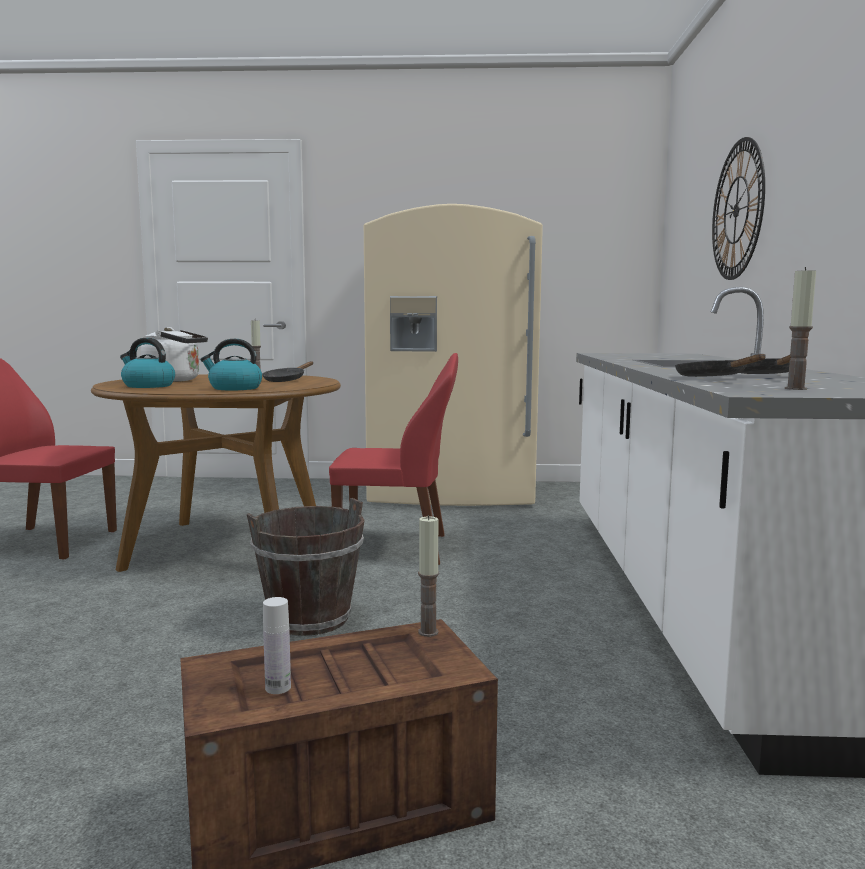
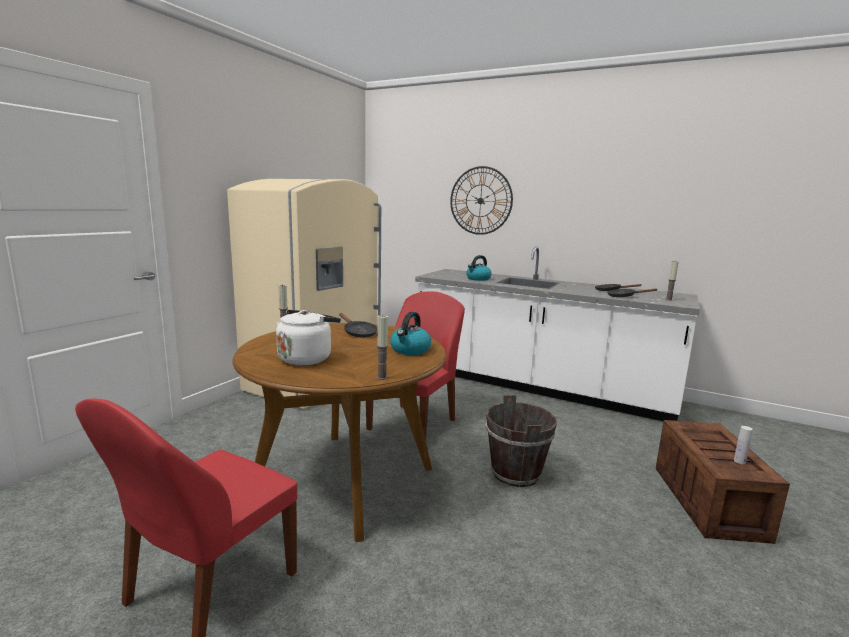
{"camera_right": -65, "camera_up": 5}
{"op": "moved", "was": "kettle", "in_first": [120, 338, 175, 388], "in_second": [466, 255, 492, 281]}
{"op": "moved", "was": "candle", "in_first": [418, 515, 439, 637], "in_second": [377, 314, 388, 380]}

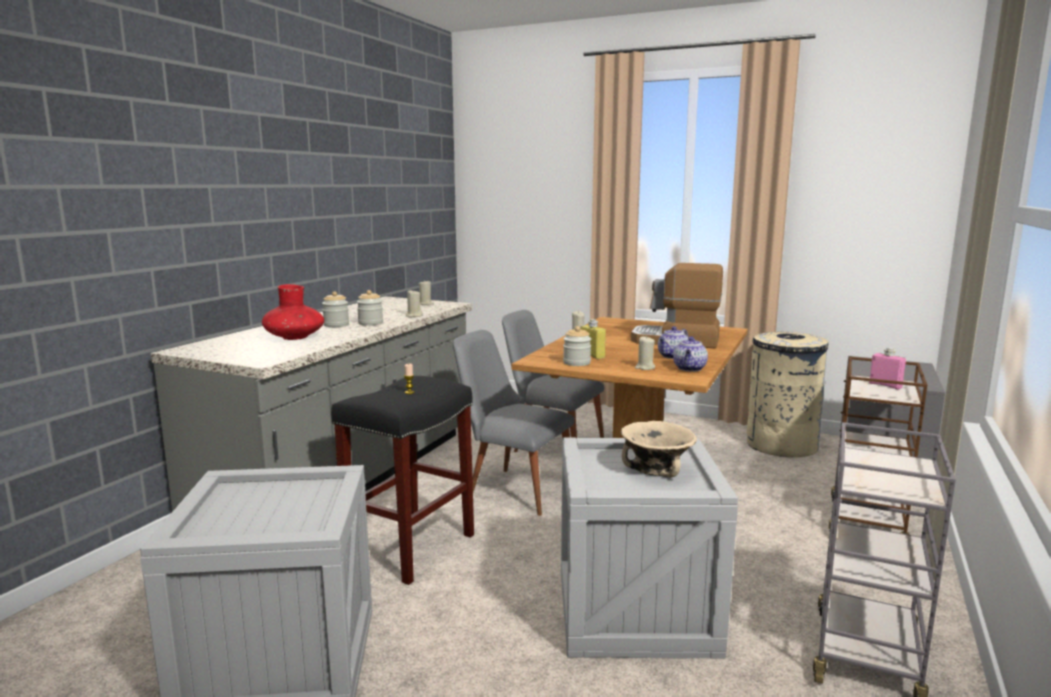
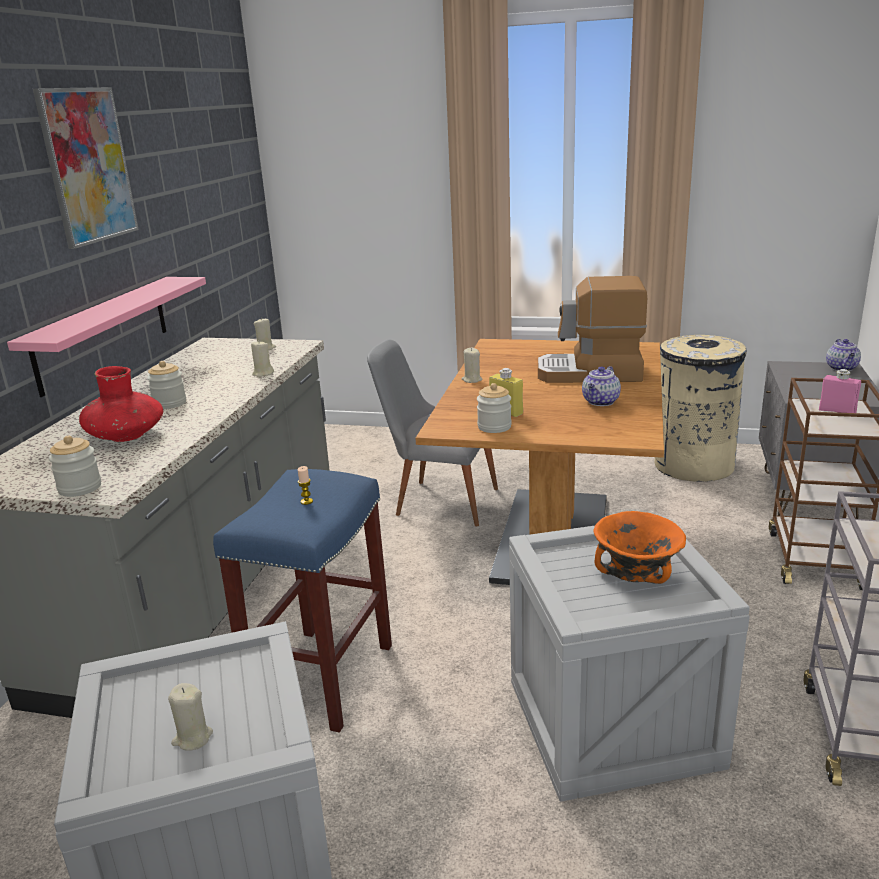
{"camera_right": -10, "camera_up": 10}
{"op": "recoloured", "was": "black stool", "now": "blue stool", "in_first": [331, 376, 474, 585], "in_second": [213, 469, 392, 733]}
{"op": "moved", "was": "jar", "in_first": [357, 290, 383, 326], "in_second": [49, 436, 101, 497]}
{"op": "removed", "was": "grey chair", "in_first": [453, 330, 575, 516]}
{"op": "recoloured", "was": "beige bowl", "now": "orange bowl", "in_first": [621, 421, 697, 478], "in_second": [593, 511, 686, 584]}
{"op": "moved", "was": "beige candle", "in_first": [635, 336, 655, 370], "in_second": [168, 683, 213, 751]}
{"op": "moved", "was": "teapot", "in_first": [673, 337, 708, 372], "in_second": [826, 339, 861, 371]}
{"op": "added", "now": "pink shelf", "in_second": [7, 277, 206, 397]}
{"op": "added", "now": "picture", "in_second": [33, 87, 139, 249]}

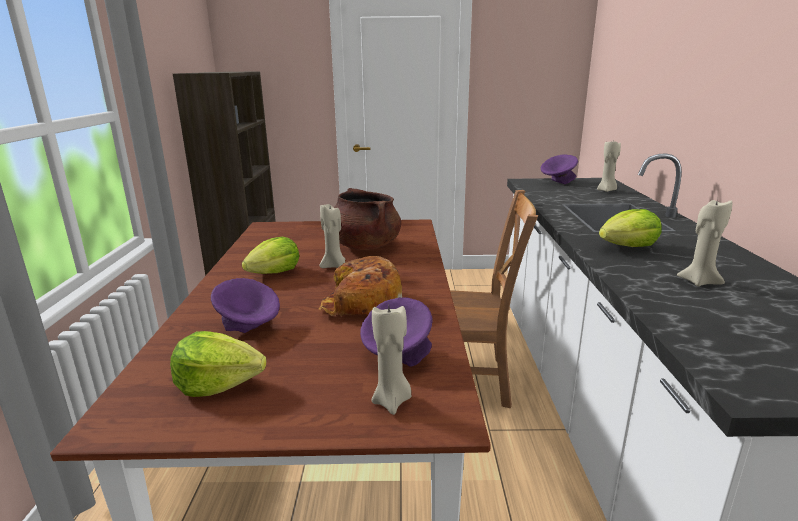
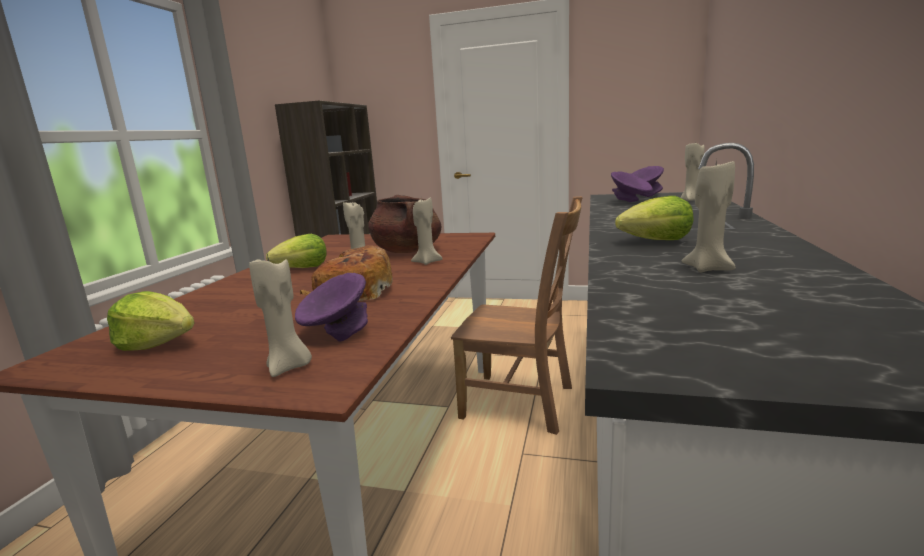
{"camera_right": 15, "camera_up": -5}
{"op": "moved", "was": "purple bowl", "in_first": [211, 278, 280, 333], "in_second": [611, 171, 653, 202]}
{"op": "added", "now": "beige candle", "in_second": [411, 197, 443, 265]}

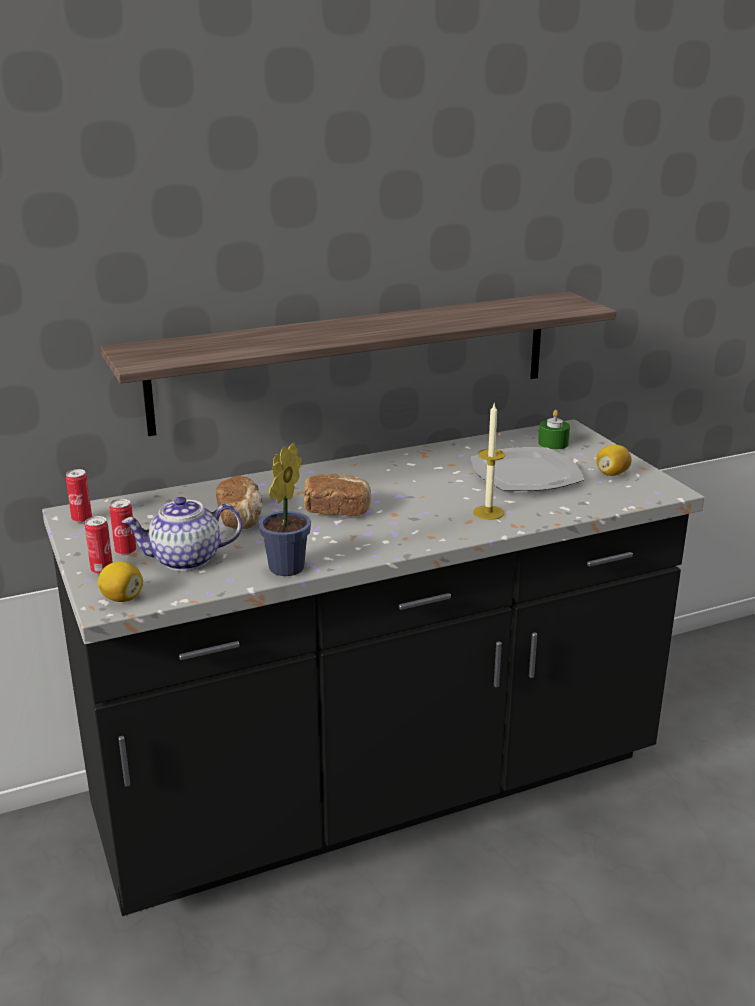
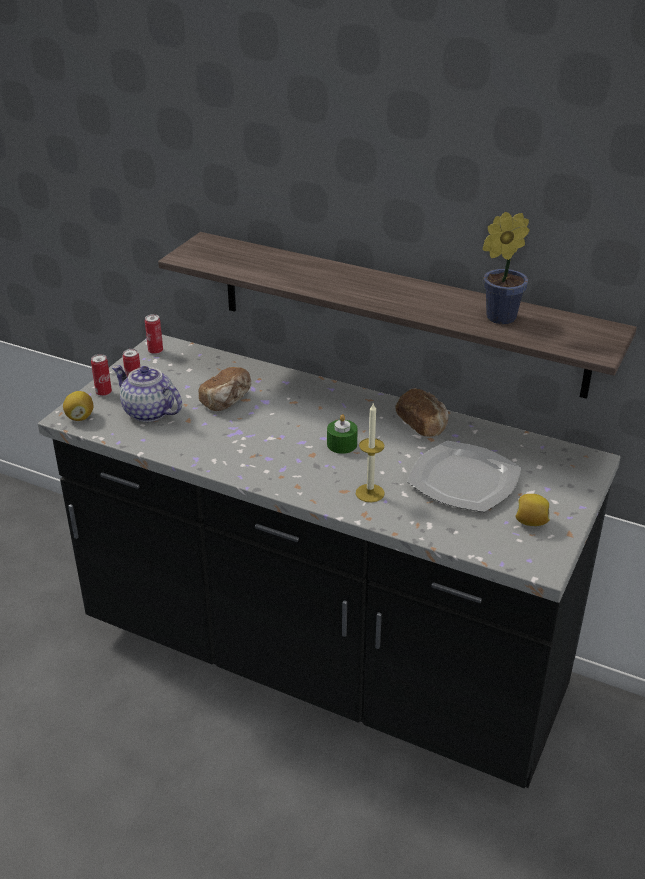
{"camera_right": 50, "camera_up": 10}
{"op": "moved", "was": "potted plant", "in_first": [258, 443, 311, 576], "in_second": [483, 212, 530, 324]}
{"op": "moved", "was": "bread", "in_first": [304, 473, 371, 516], "in_second": [395, 389, 449, 437]}
{"op": "moved", "was": "green candle", "in_first": [538, 410, 570, 450], "in_second": [327, 414, 358, 454]}

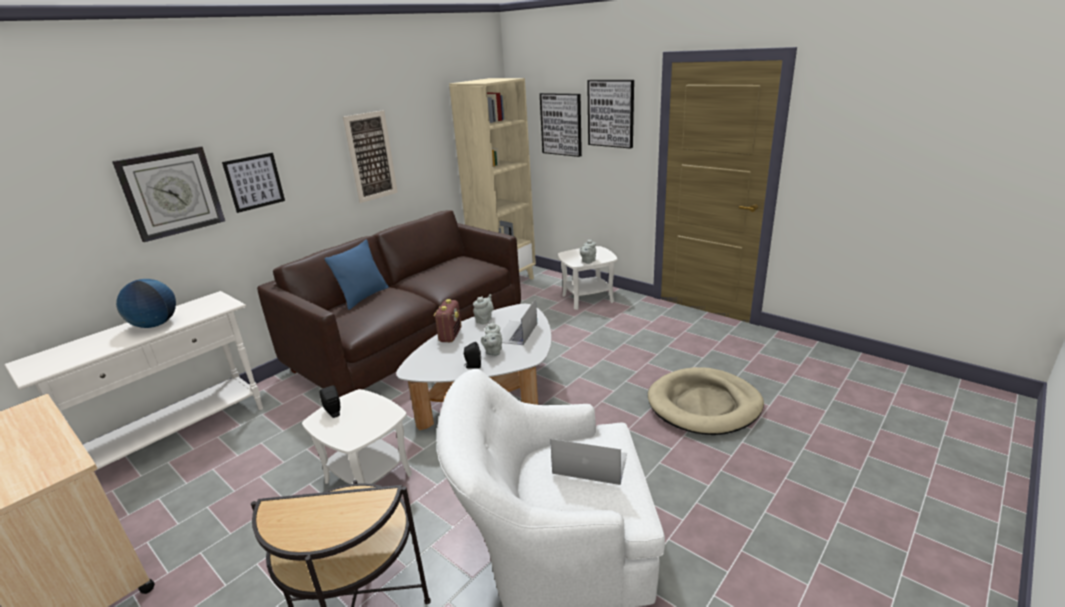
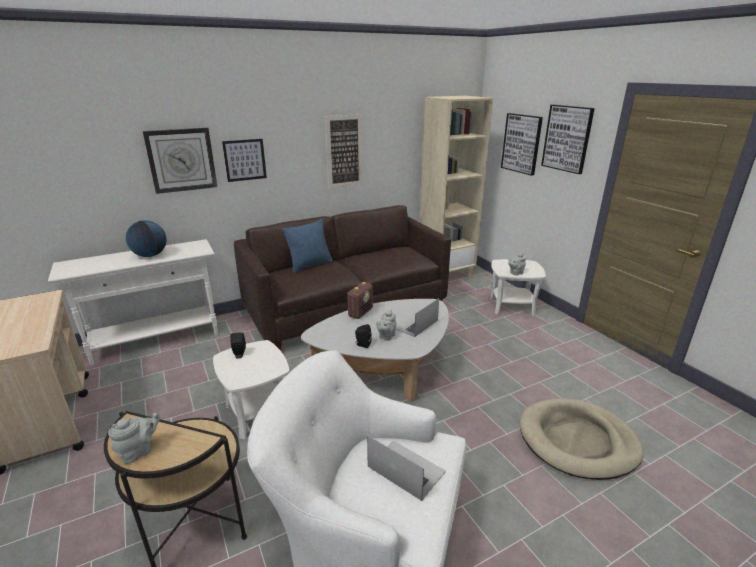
{"camera_right": 20, "camera_up": 0}
{"op": "moved", "was": "grey teapot", "in_first": [473, 294, 494, 324], "in_second": [108, 413, 160, 464]}

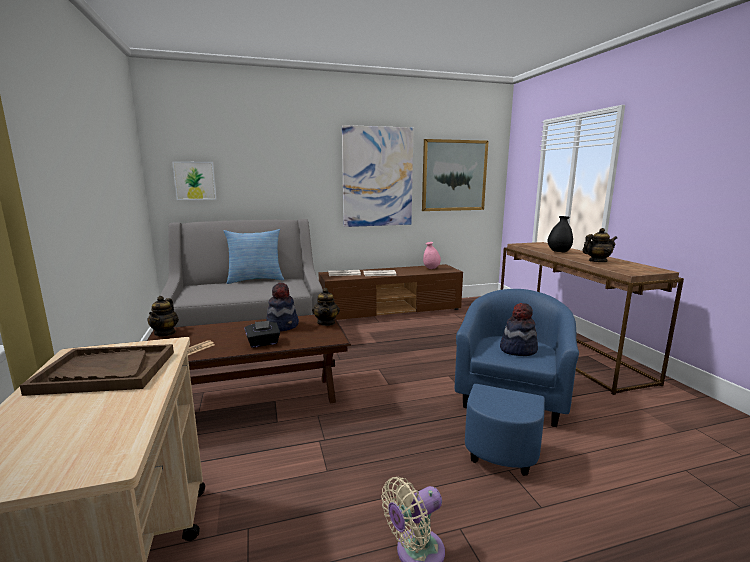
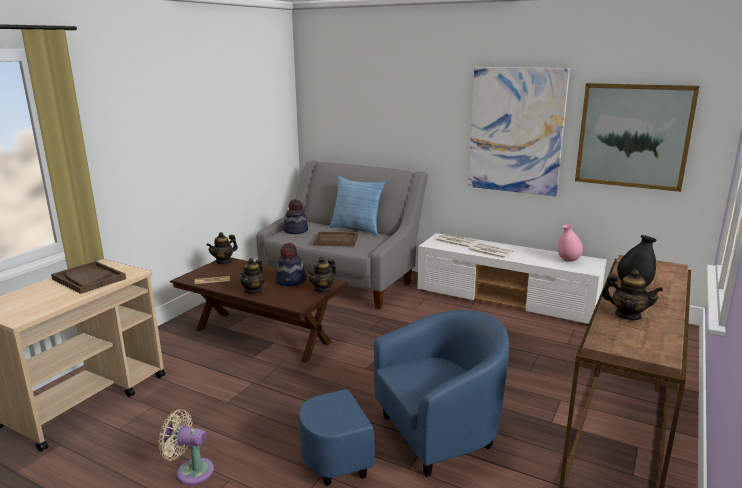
{"camera_right": 45, "camera_up": 5}
{"op": "removed", "was": "picture", "in_first": [172, 161, 217, 200]}
{"op": "replaced", "was": "black tissue box", "now": "teapot", "in_first": [244, 321, 280, 348], "in_second": [240, 258, 265, 294]}
{"op": "recoloured", "was": "brown tv stand", "now": "white tv stand", "in_first": [318, 264, 463, 320], "in_second": [417, 233, 607, 325]}
{"op": "moved", "was": "hat", "in_first": [500, 303, 538, 356], "in_second": [283, 199, 308, 234]}
{"op": "added", "now": "brown tray", "in_second": [313, 232, 358, 247]}

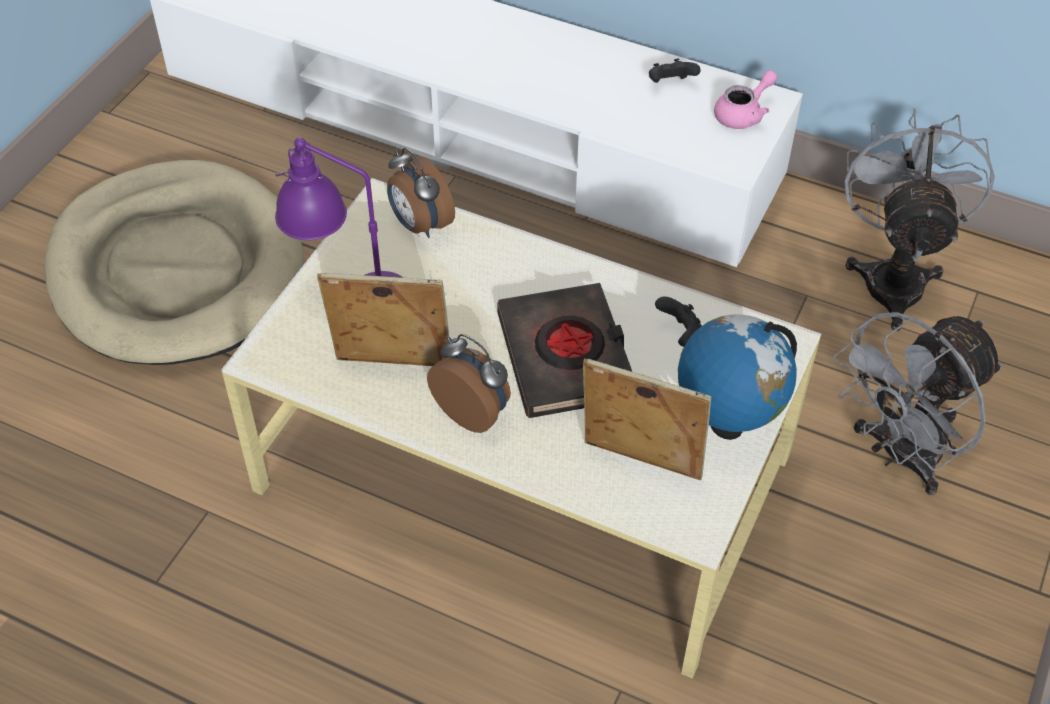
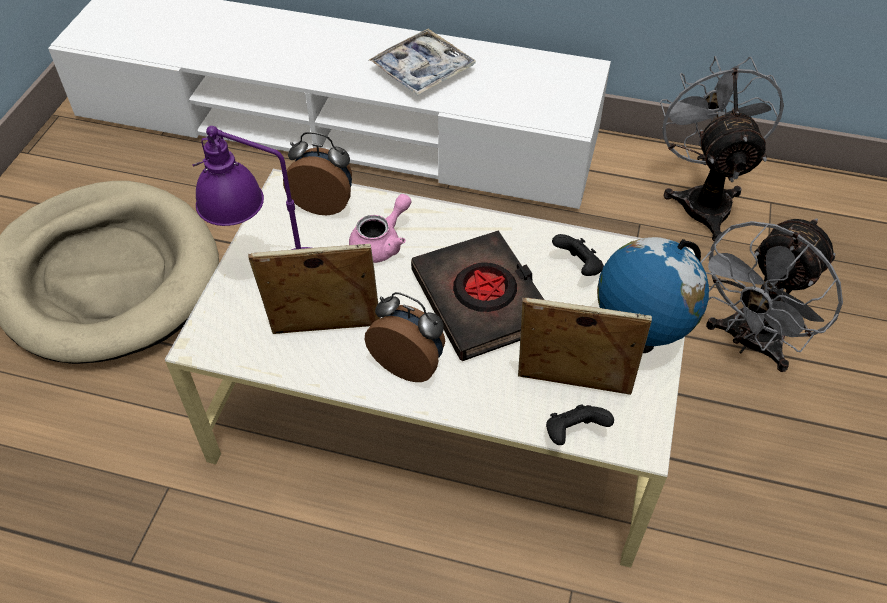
{"camera_right": -10, "camera_up": 0}
{"op": "turned", "was": "alarm clock", "in_first": [387, 148, 455, 238], "in_second": [283, 132, 352, 215], "clockwise": 150}
{"op": "moved", "was": "black game controller", "in_first": [649, 59, 700, 83], "in_second": [546, 405, 614, 445]}
{"op": "moved", "was": "pink teapot", "in_first": [714, 70, 778, 129], "in_second": [349, 194, 412, 263]}
{"op": "added", "now": "tray", "in_second": [369, 29, 476, 96]}

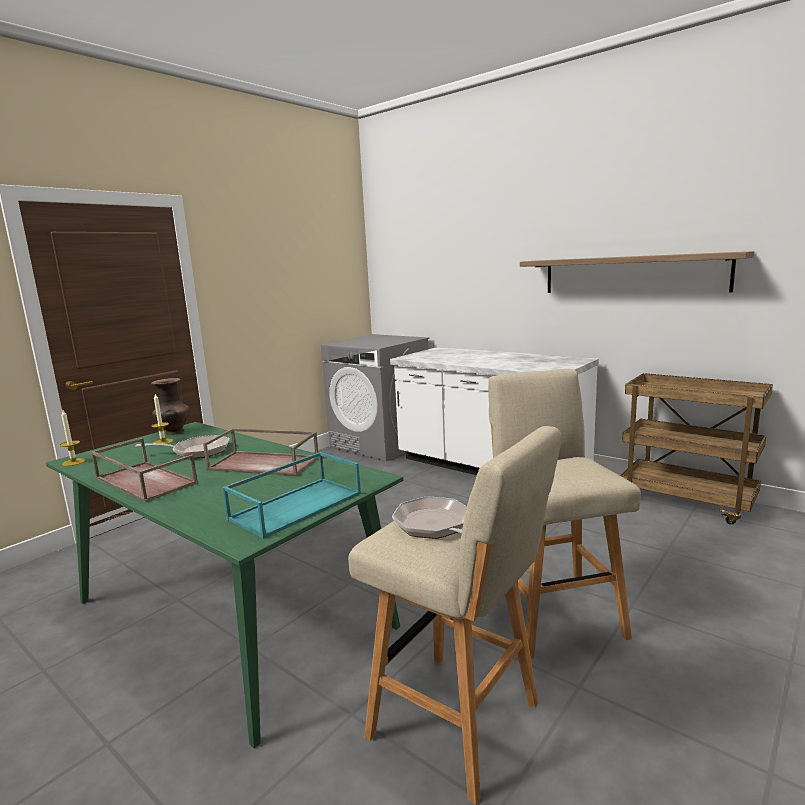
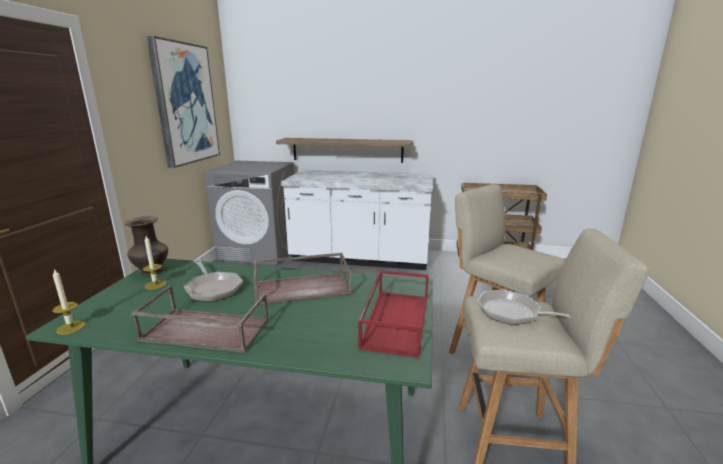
{"camera_right": -30, "camera_up": 5}
{"op": "turned", "was": "frying pan", "in_first": [135, 435, 230, 459], "in_second": [184, 259, 243, 302], "clockwise": 90}
{"op": "recoloured", "was": "turquoise tray", "now": "red tray", "in_first": [222, 452, 361, 539], "in_second": [358, 270, 429, 358]}
{"op": "moved", "was": "shelf", "in_first": [520, 251, 754, 293], "in_second": [276, 138, 412, 163]}
{"op": "added", "now": "picture", "in_second": [146, 36, 220, 168]}

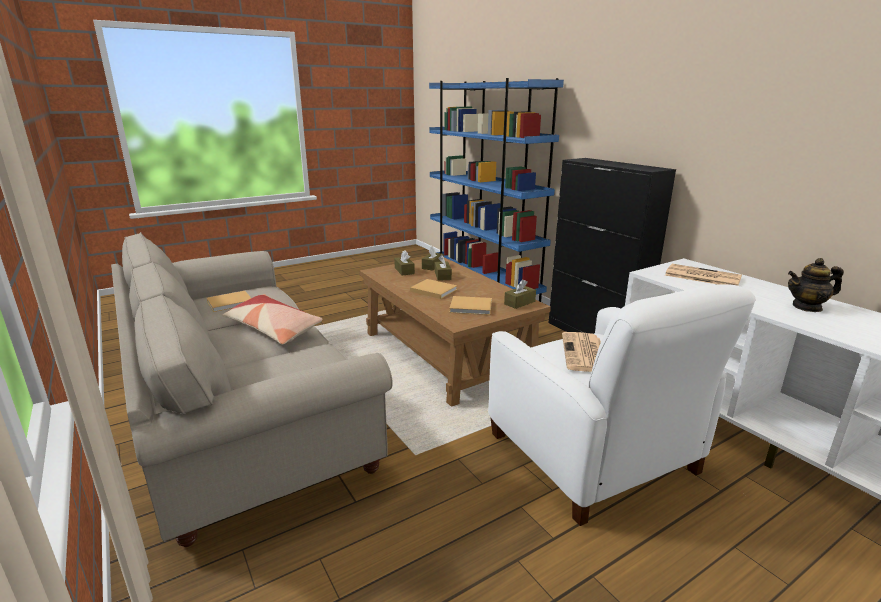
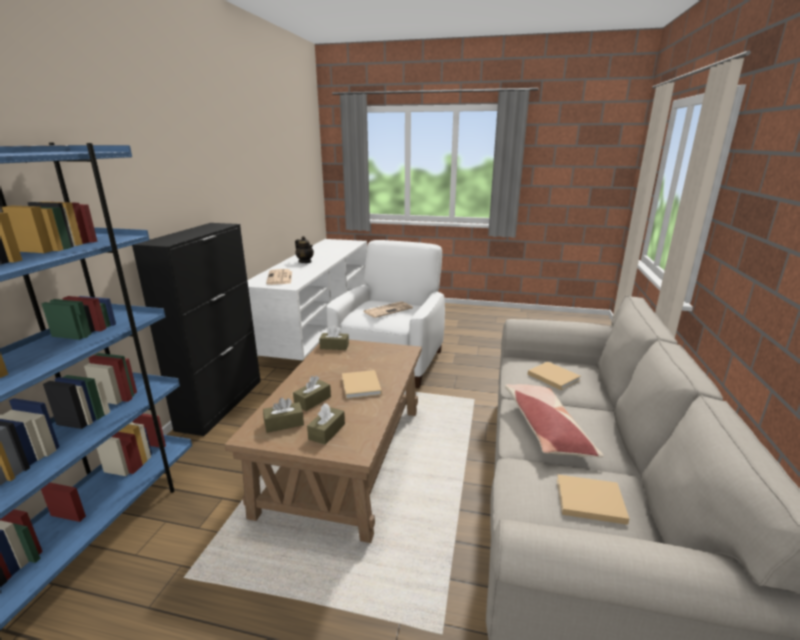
{"camera_right": -135, "camera_up": 0}
{"op": "moved", "was": "beige book", "in_first": [449, 296, 492, 315], "in_second": [528, 362, 581, 390]}

